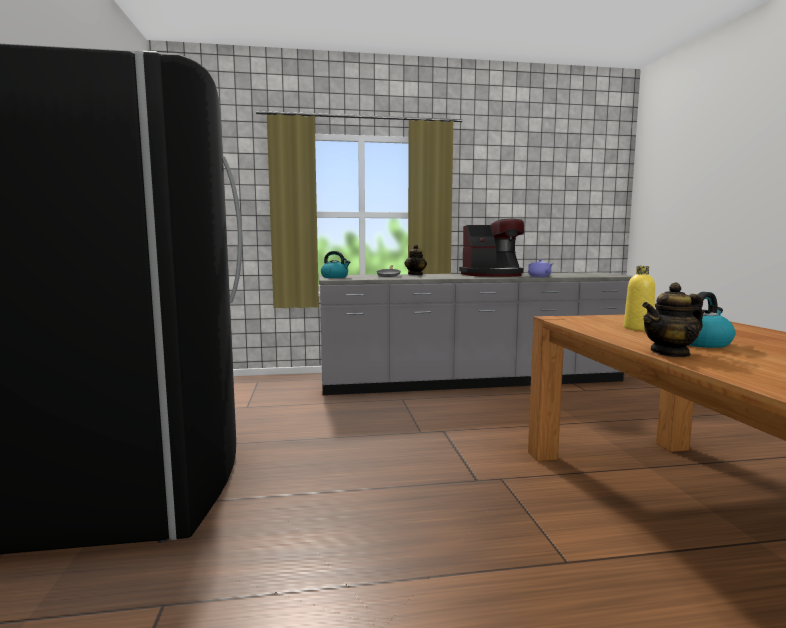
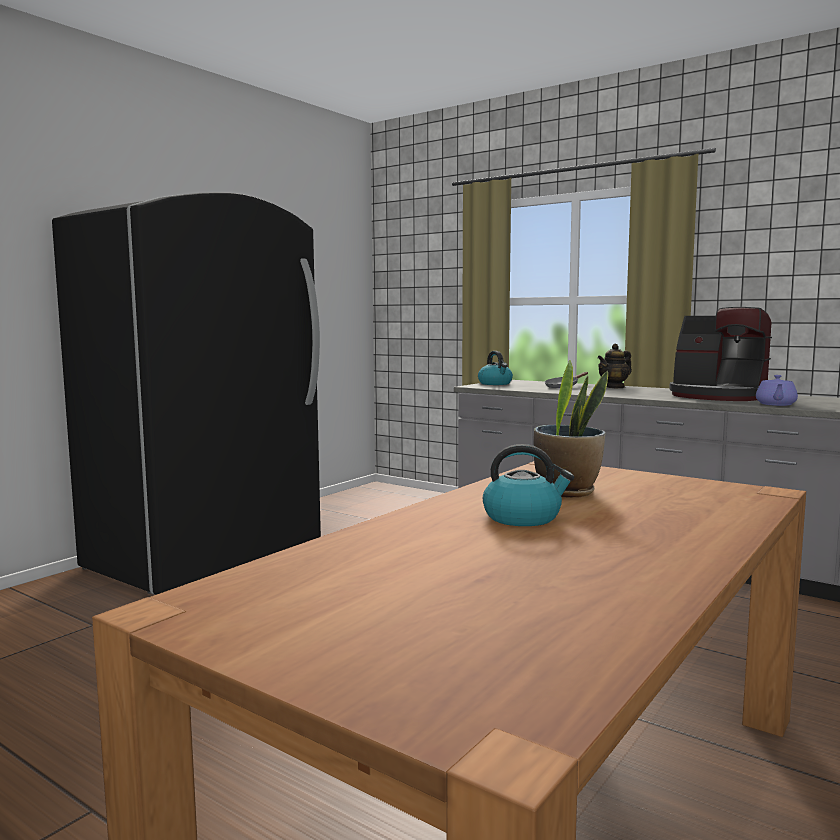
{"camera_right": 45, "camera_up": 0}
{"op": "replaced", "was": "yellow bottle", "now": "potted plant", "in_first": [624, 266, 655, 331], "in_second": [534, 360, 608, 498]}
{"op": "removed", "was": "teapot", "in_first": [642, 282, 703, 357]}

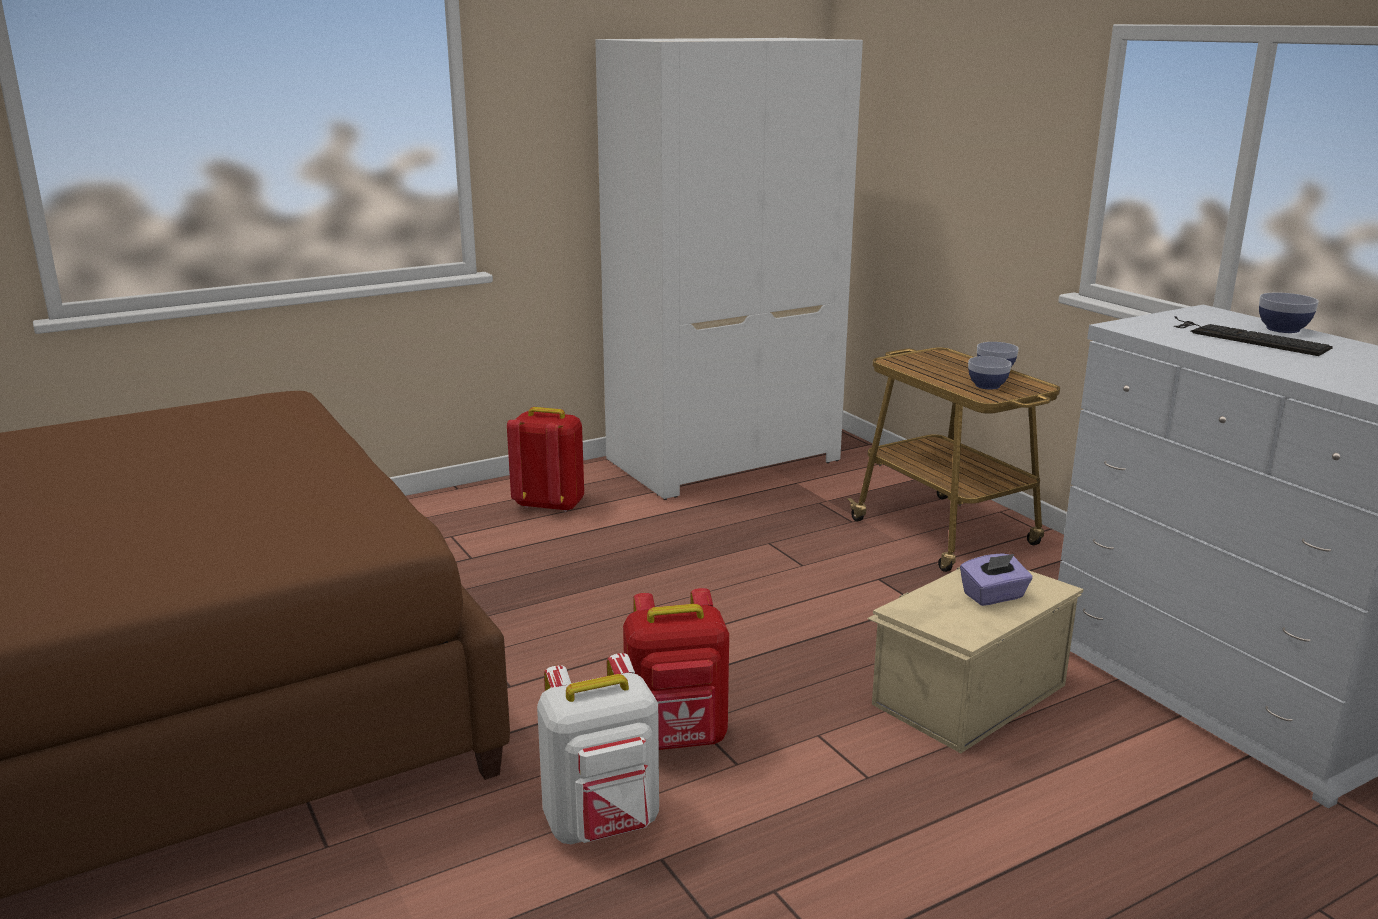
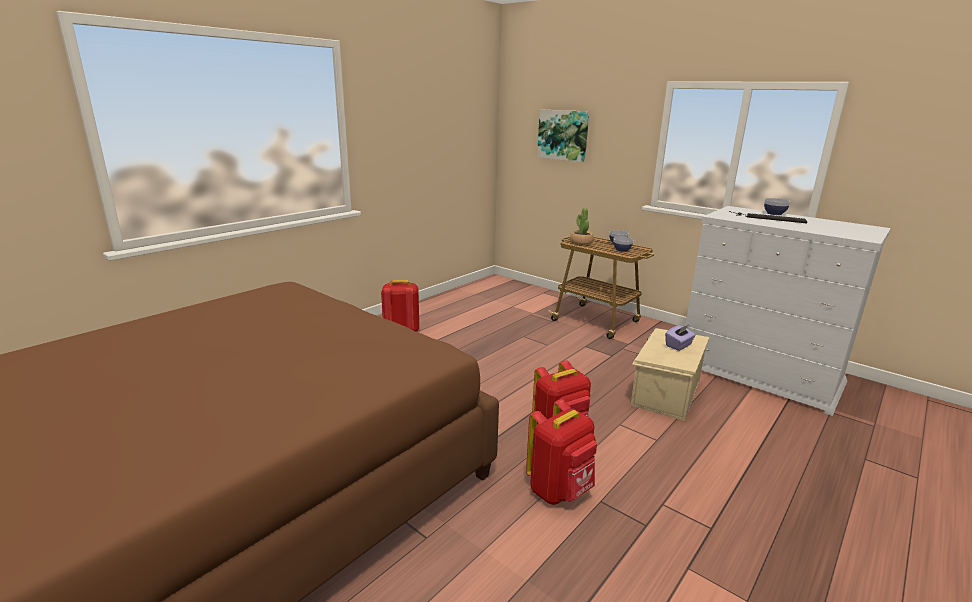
{"camera_right": -20, "camera_up": 0}
{"op": "recoloured", "was": "white backpack", "now": "red backpack", "in_first": [537, 653, 659, 844], "in_second": [526, 399, 597, 505]}
{"op": "removed", "was": "white wardrobe", "in_first": [595, 38, 863, 500]}
{"op": "added", "now": "picture", "in_second": [537, 109, 589, 162]}
{"op": "added", "now": "potted plant", "in_second": [570, 207, 594, 245]}

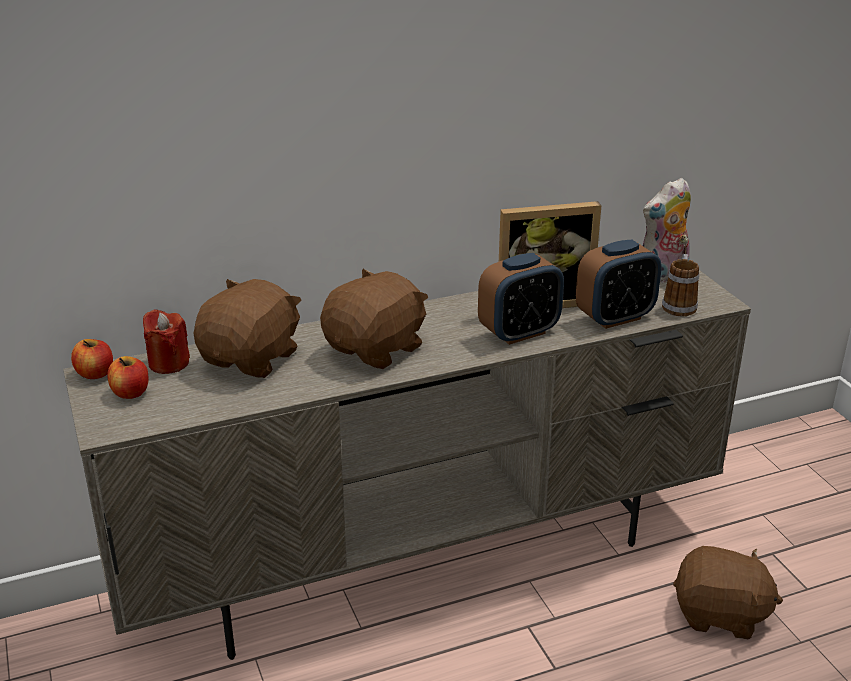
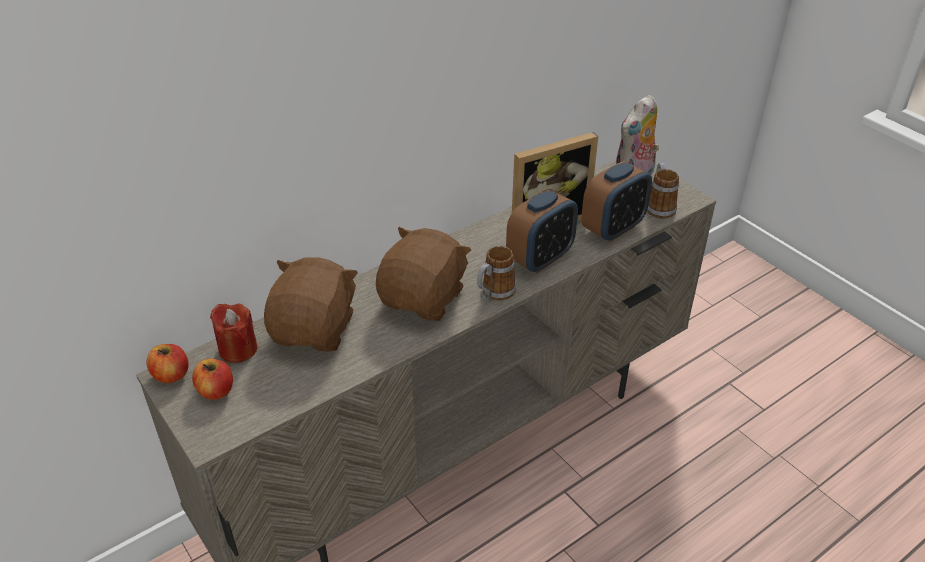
{"camera_right": -15, "camera_up": 10}
{"op": "removed", "was": "brown plush toy", "in_first": [673, 546, 783, 639]}
{"op": "added", "now": "mug", "in_second": [477, 246, 516, 301]}

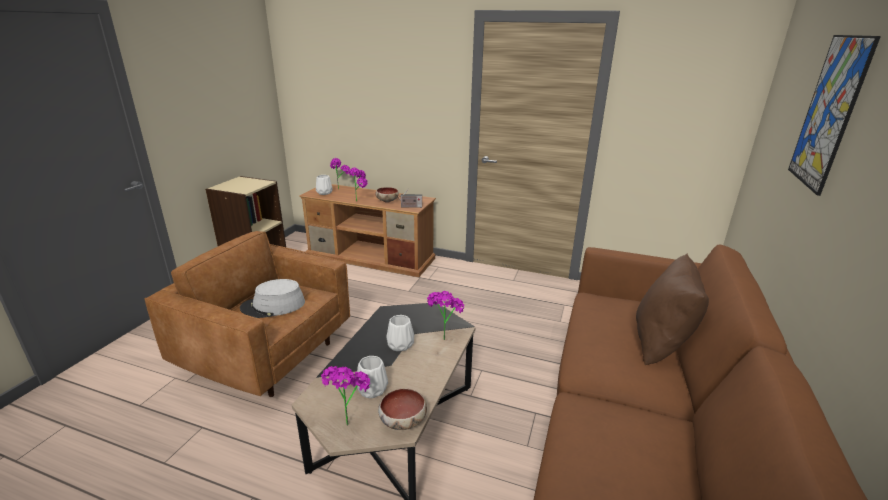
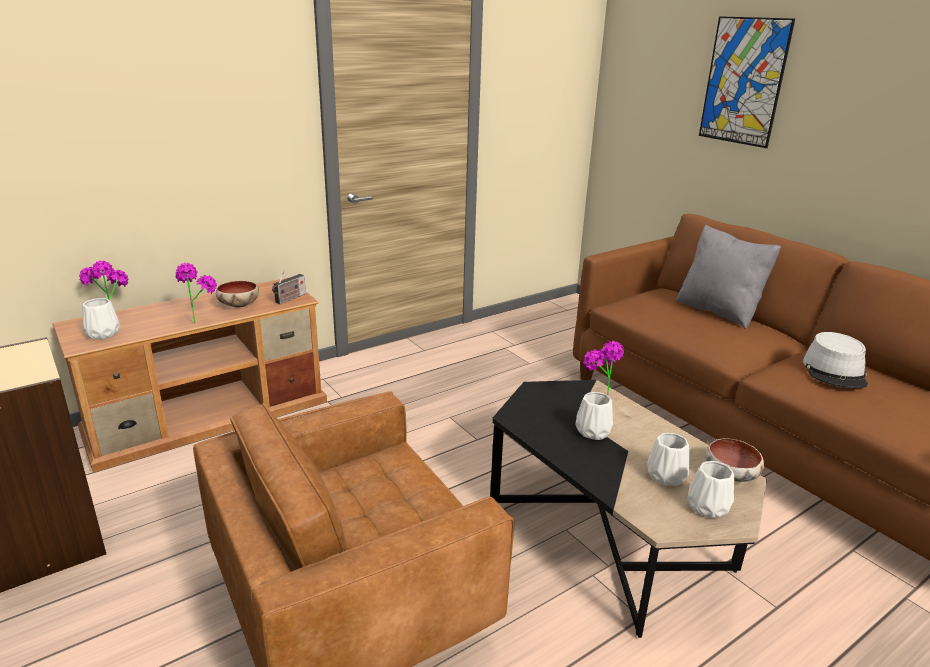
{"camera_right": -55, "camera_up": 0}
{"op": "moved", "was": "grey hat", "in_first": [240, 279, 305, 318], "in_second": [803, 332, 868, 388]}
{"op": "replaced", "was": "potted plant", "now": "white vase", "in_first": [321, 366, 370, 426], "in_second": [688, 461, 734, 518]}
{"op": "recoloured", "was": "brown pillow", "now": "grey pillow", "in_first": [636, 254, 709, 365], "in_second": [675, 225, 781, 329]}

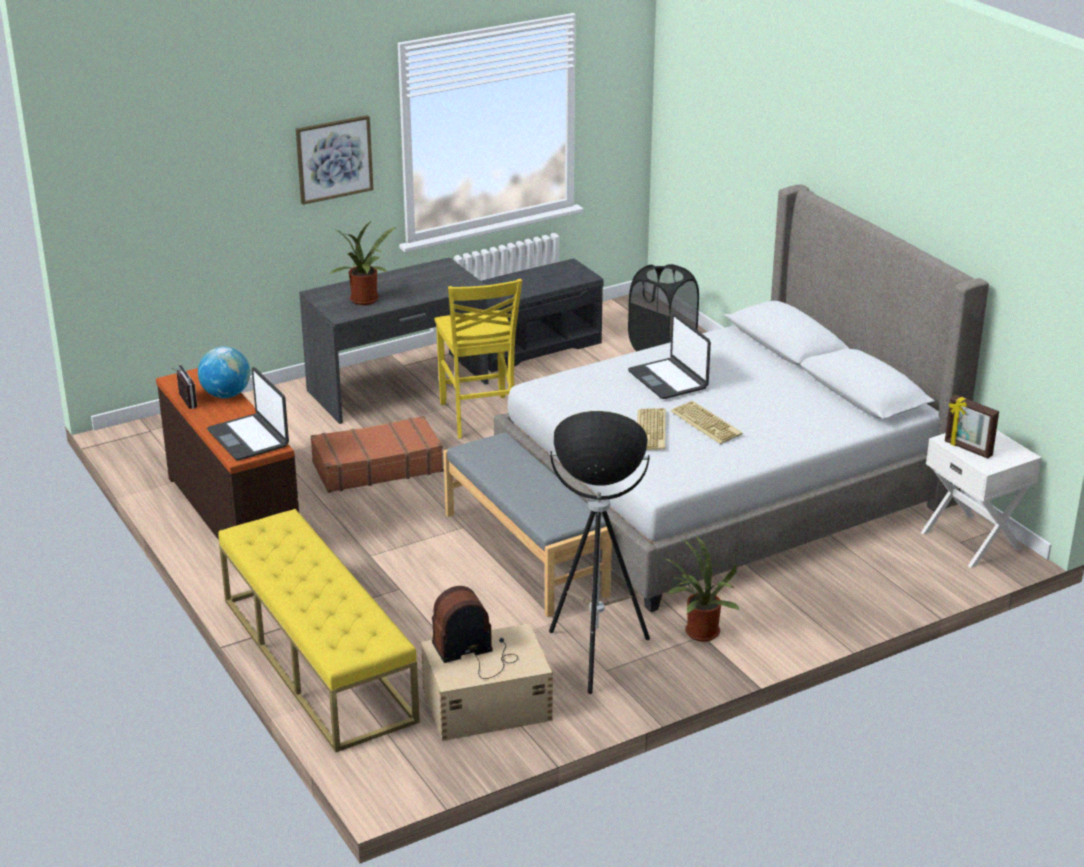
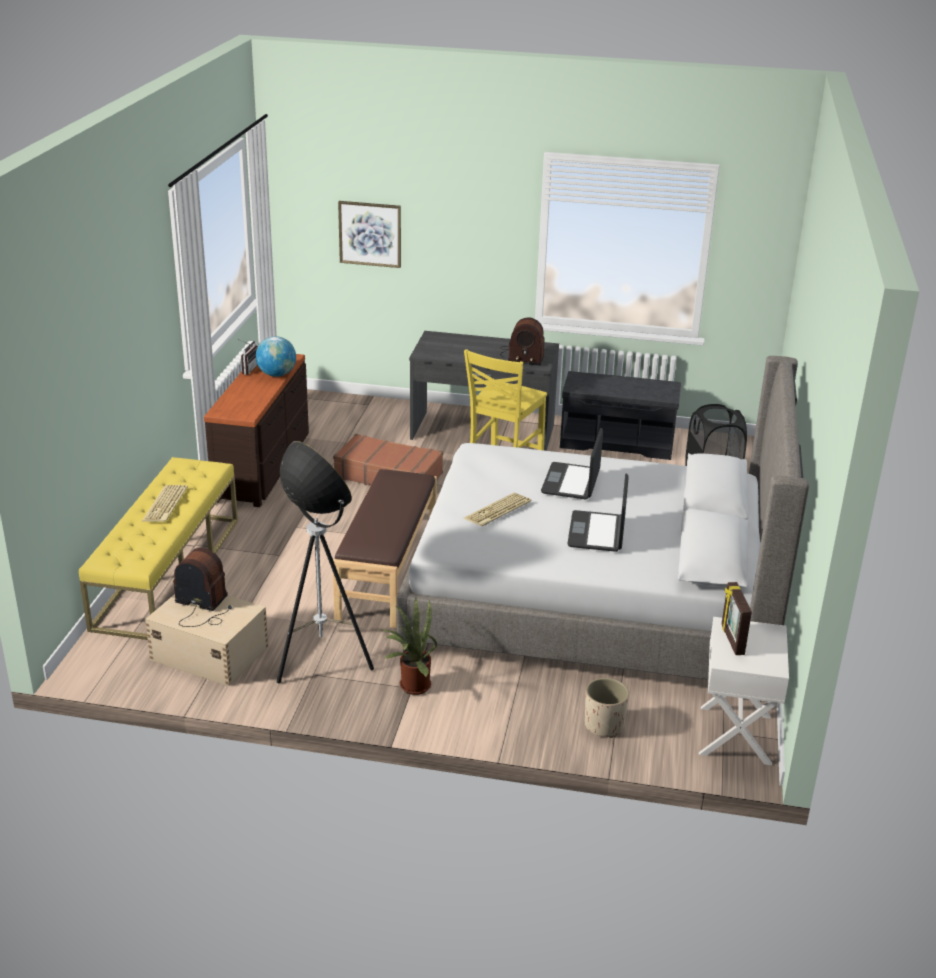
{"camera_right": 40, "camera_up": 0}
{"op": "moved", "was": "laptop", "in_first": [207, 367, 289, 460], "in_second": [567, 473, 629, 552]}
{"op": "moved", "was": "picture", "in_first": [296, 115, 373, 205], "in_second": [338, 201, 401, 268]}
{"op": "removed", "was": "potted plant", "in_first": [330, 220, 396, 305]}
{"op": "recoloured", "was": "grey bench", "now": "brown bench", "in_first": [444, 432, 612, 617], "in_second": [333, 469, 437, 628]}
{"op": "moved", "was": "keyboard", "in_first": [671, 401, 743, 444], "in_second": [142, 485, 188, 522]}
{"op": "added", "now": "radio", "in_second": [499, 317, 545, 366]}
{"op": "added", "now": "beige planter", "in_second": [585, 678, 629, 738]}

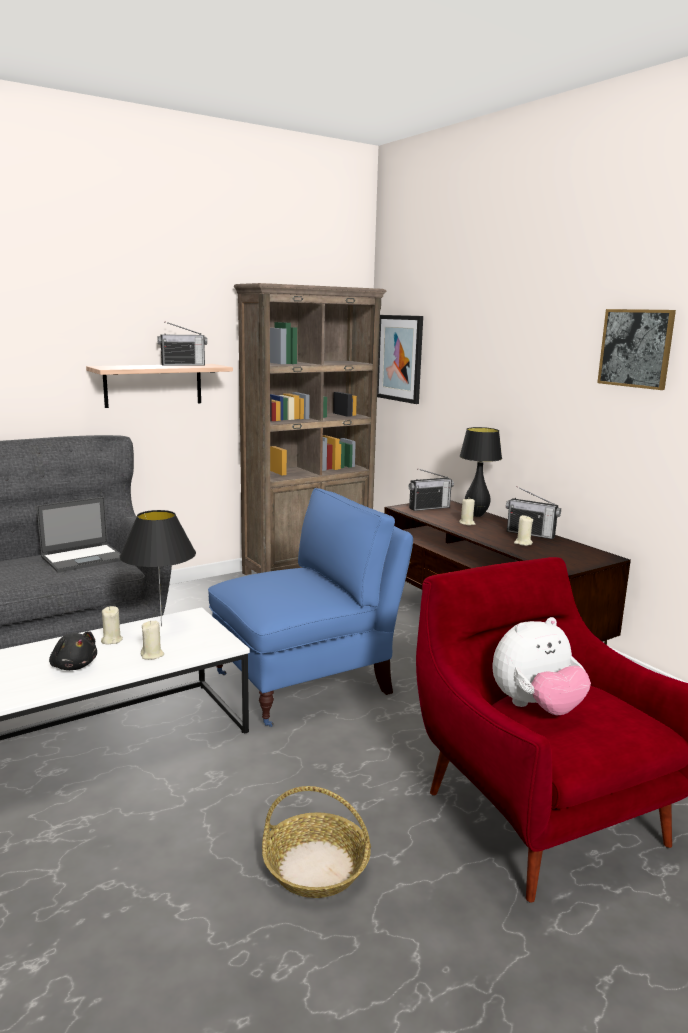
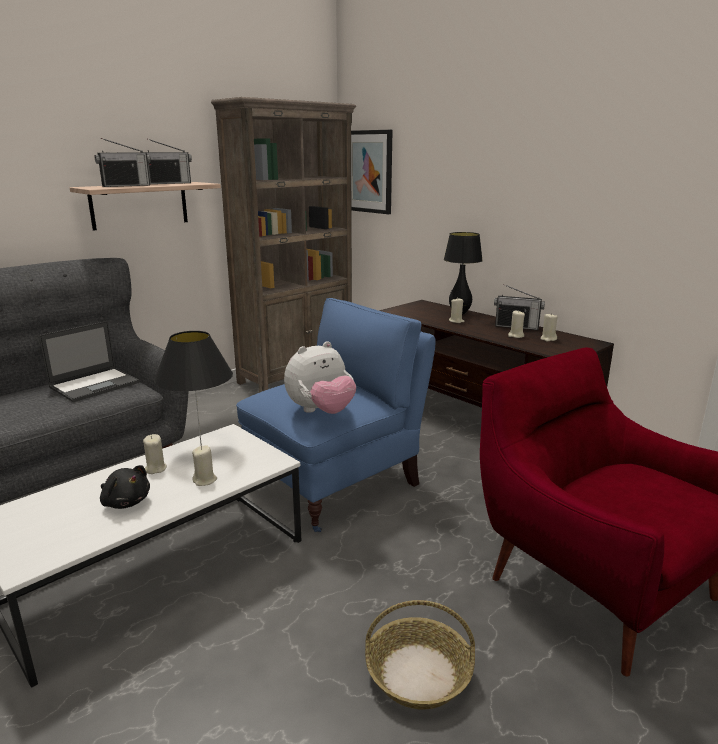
{"camera_right": -10, "camera_up": 5}
{"op": "moved", "was": "radio", "in_first": [409, 468, 454, 511], "in_second": [95, 138, 150, 187]}
{"op": "moved", "was": "plush toy", "in_first": [492, 617, 591, 715], "in_second": [284, 341, 356, 414]}
{"op": "removed", "was": "picture", "in_first": [597, 309, 676, 390]}
{"op": "added", "now": "beige candle", "in_second": [541, 313, 558, 342]}

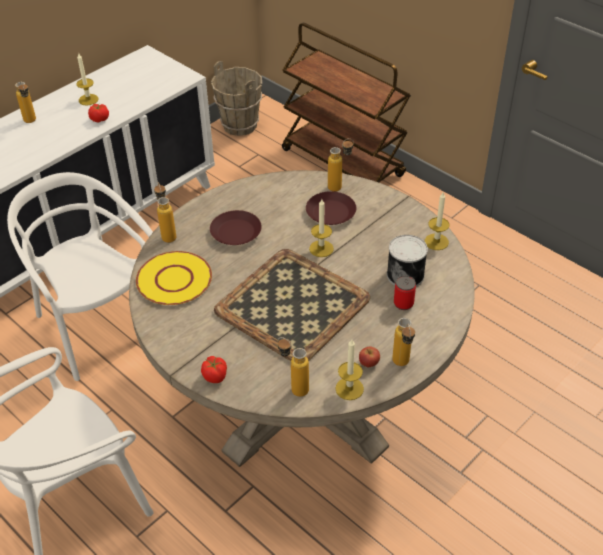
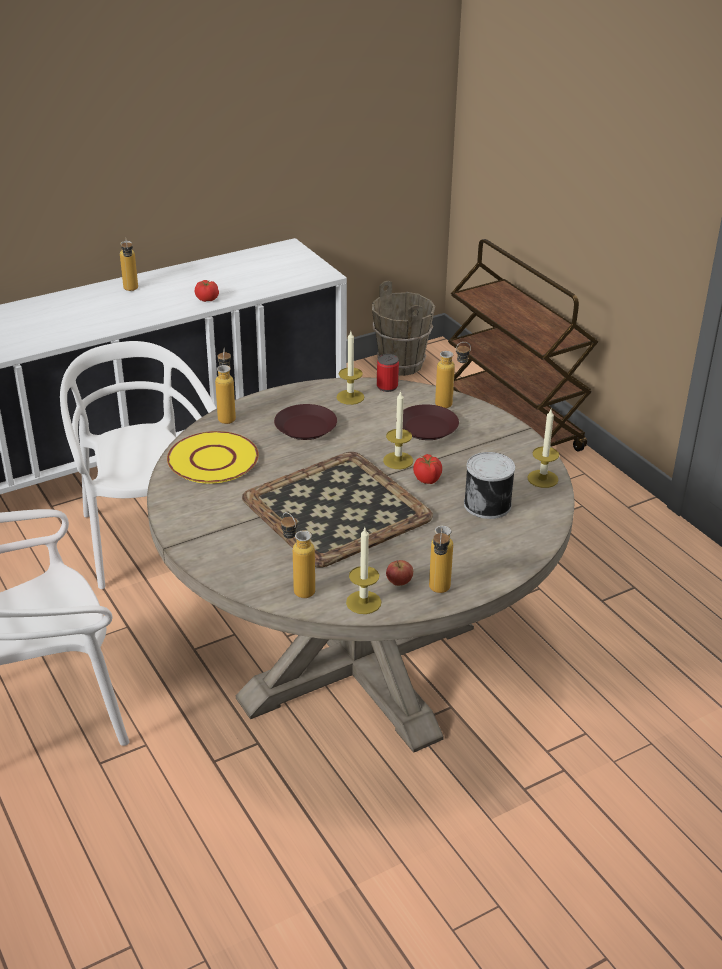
{"camera_right": 15, "camera_up": -10}
{"op": "moved", "was": "candle", "in_first": [77, 54, 98, 106], "in_second": [336, 331, 364, 405]}
{"op": "moved", "was": "tomato", "in_first": [201, 356, 227, 383], "in_second": [413, 454, 442, 484]}
{"op": "moved", "was": "can", "in_first": [394, 276, 416, 310], "in_second": [377, 354, 399, 392]}

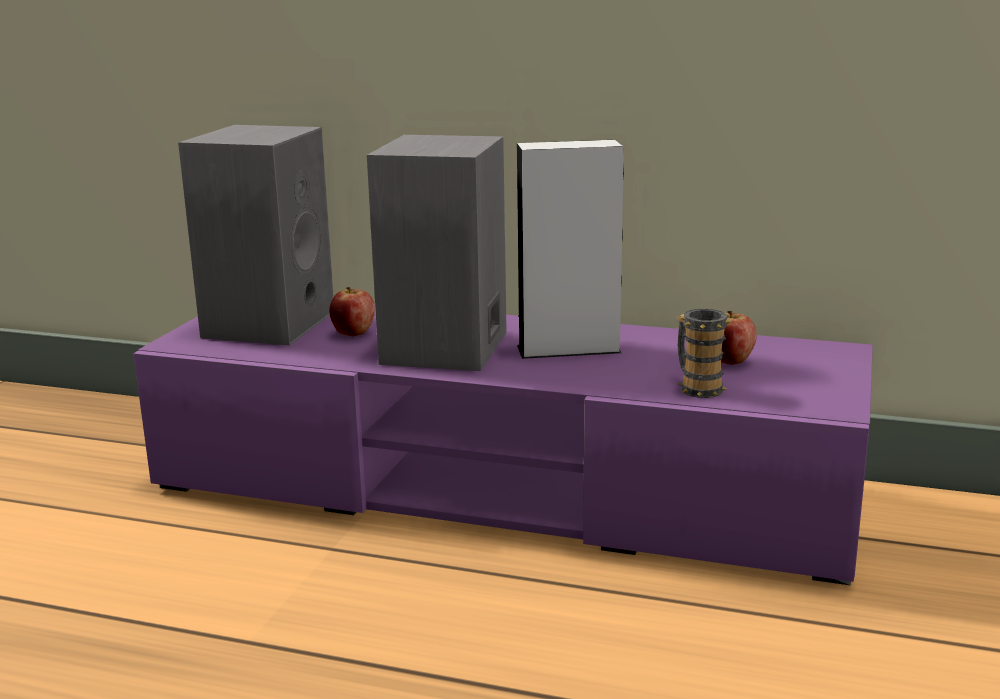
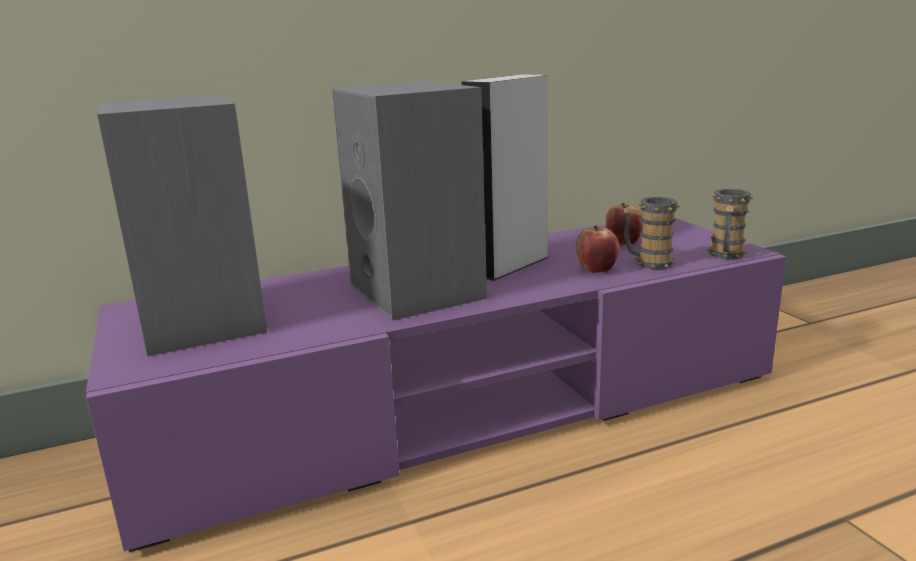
{"camera_right": -40, "camera_up": 0}
{"op": "moved", "was": "apple", "in_first": [329, 287, 375, 337], "in_second": [576, 225, 619, 273]}
{"op": "added", "now": "mug", "in_second": [706, 189, 754, 259]}

